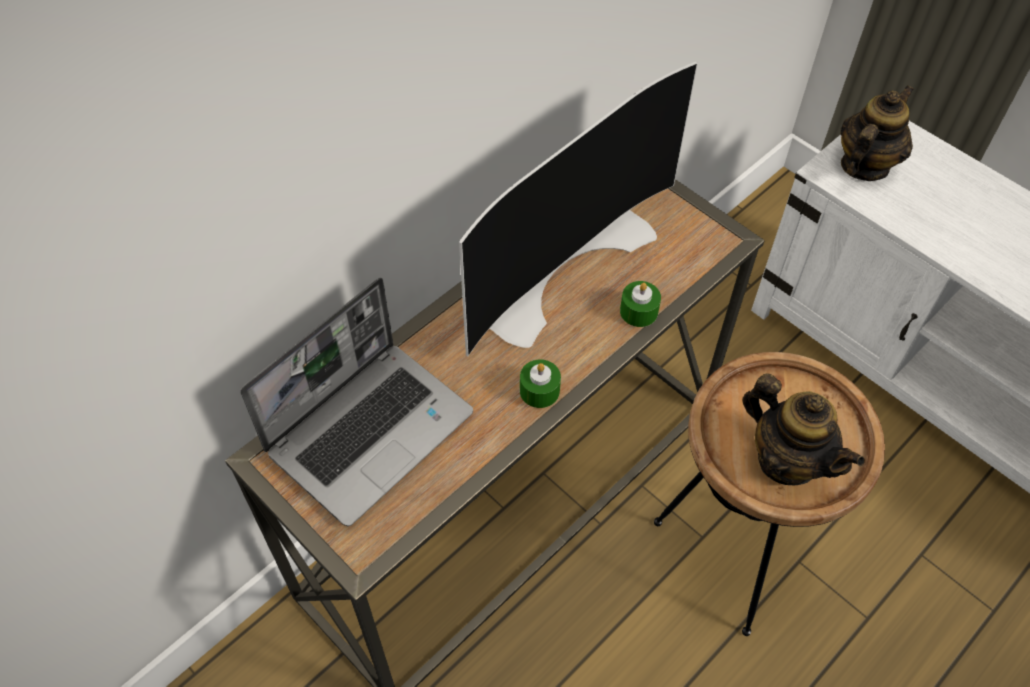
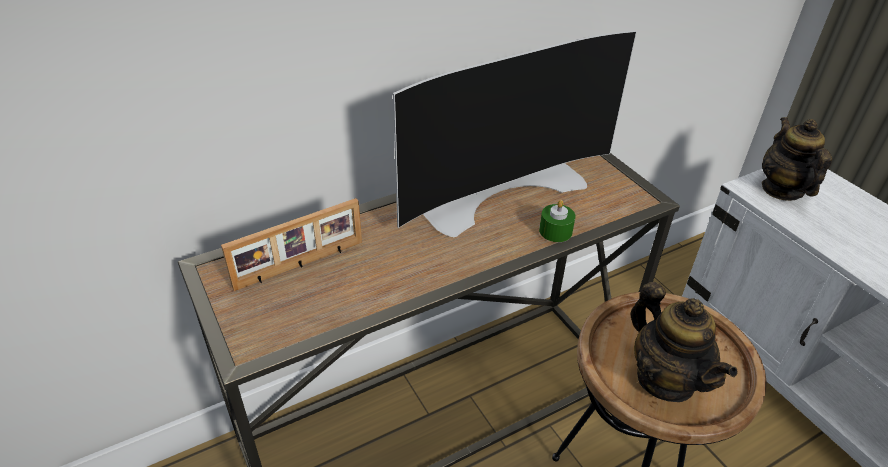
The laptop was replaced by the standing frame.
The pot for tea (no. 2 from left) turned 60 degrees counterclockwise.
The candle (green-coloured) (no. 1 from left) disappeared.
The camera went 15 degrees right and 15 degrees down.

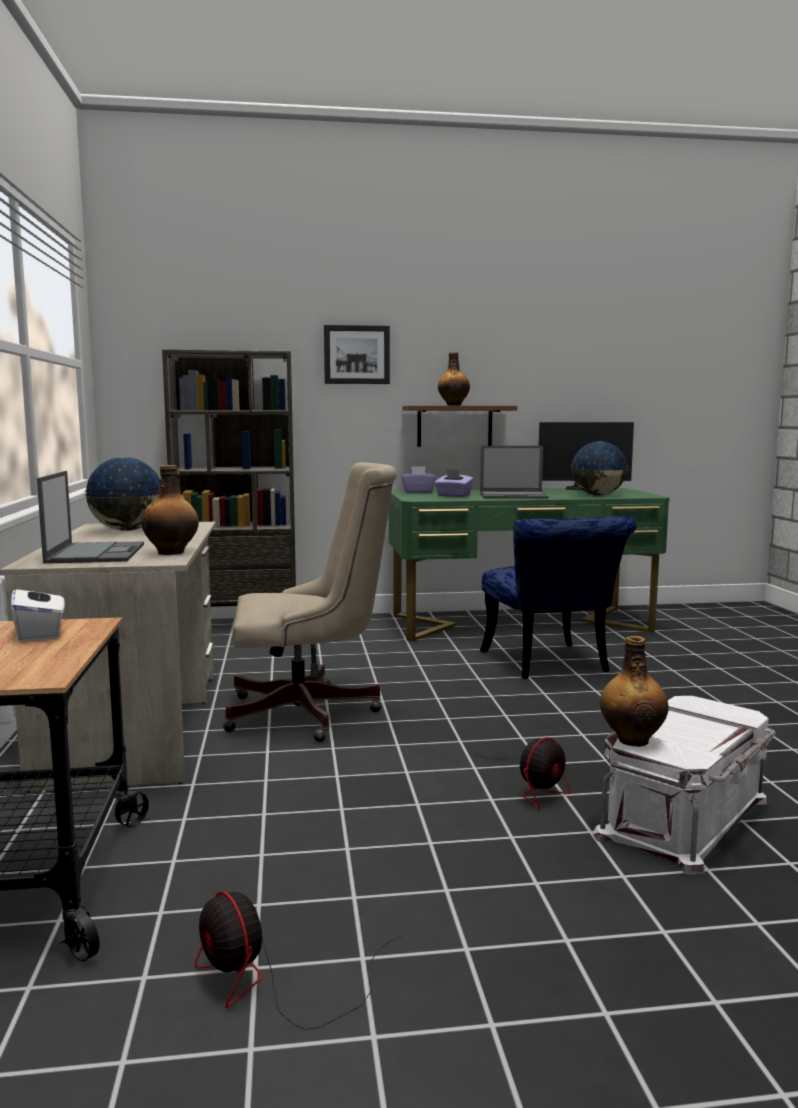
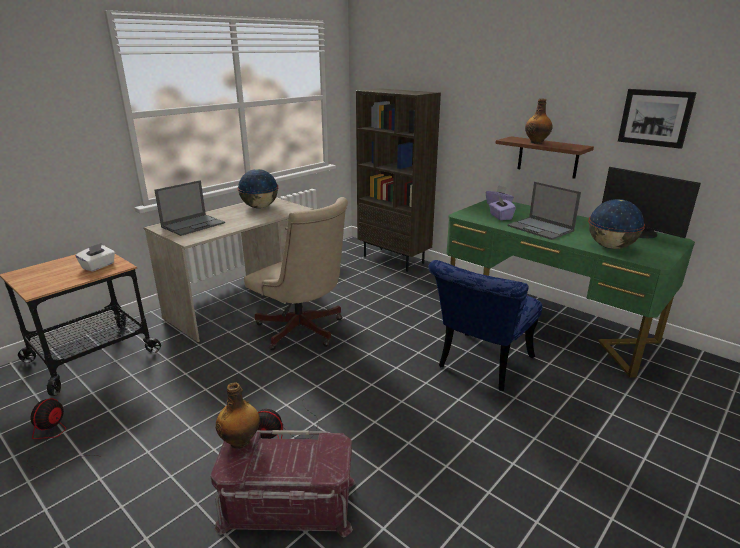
The storage bin (white) became the storage bin (red-coloured).
The wall picture moved.
The beverage bottle (no. 1 from left) disappeared.
The camera went 50 degrees right and 15 degrees up.

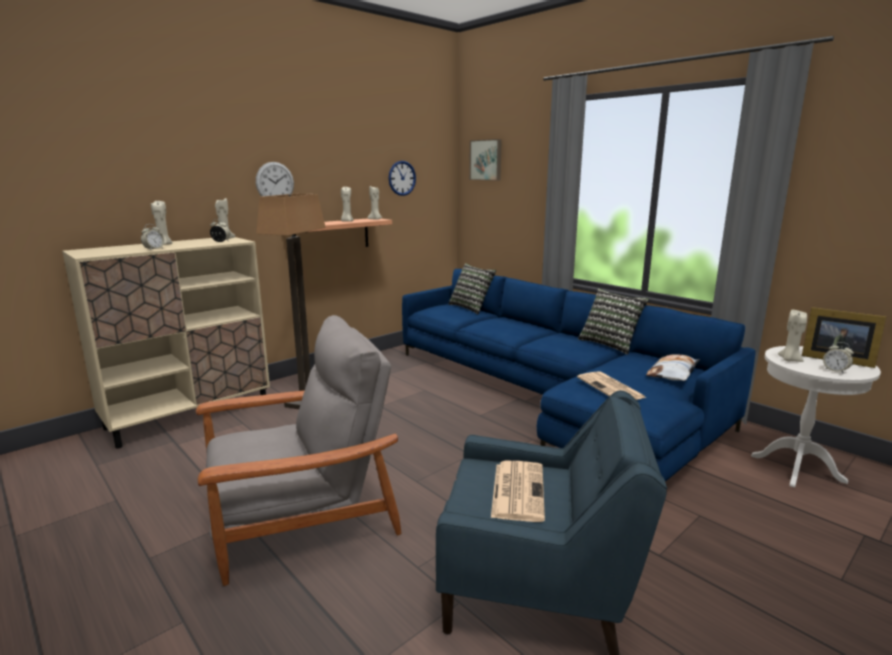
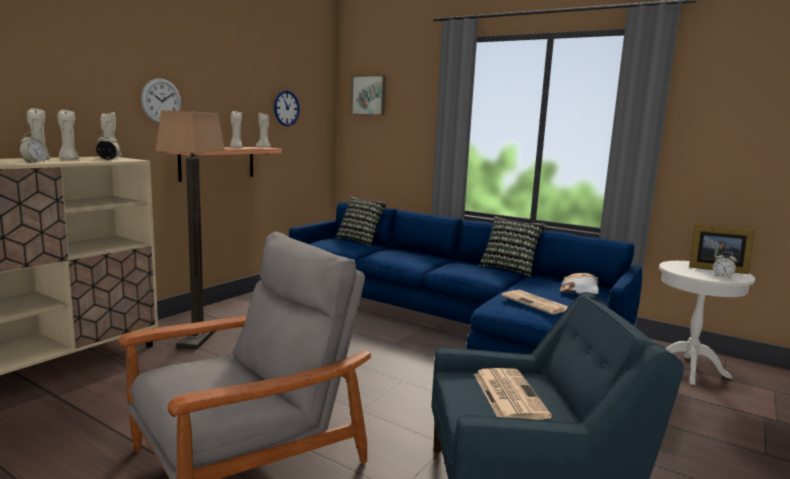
The candle (beige) (no. 5 from left in the first image) moved.
The camera went 15 degrees left and 5 degrees down.

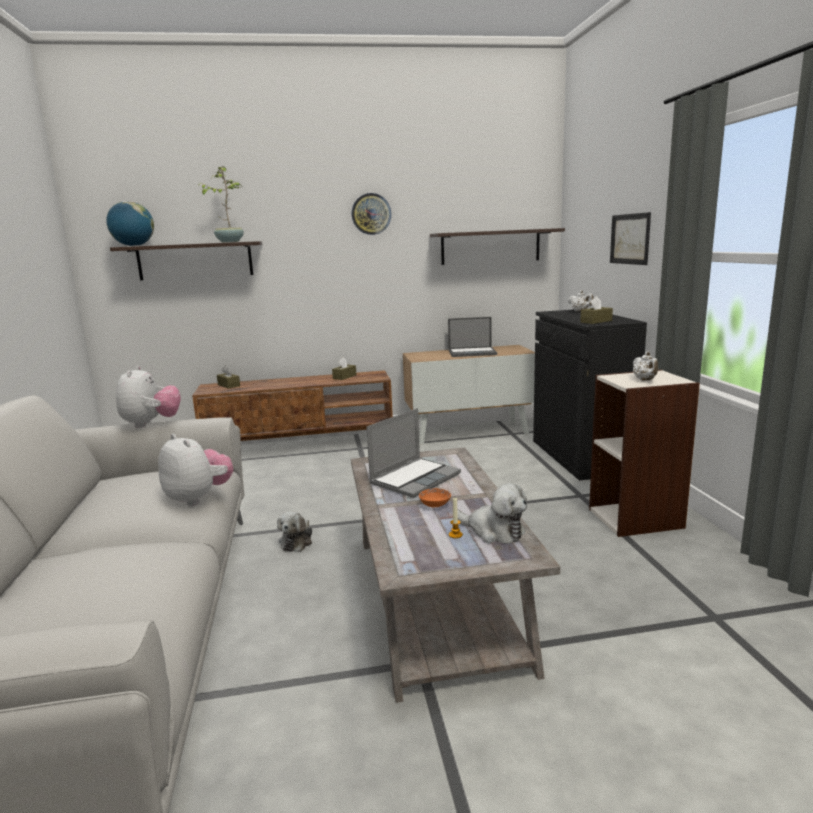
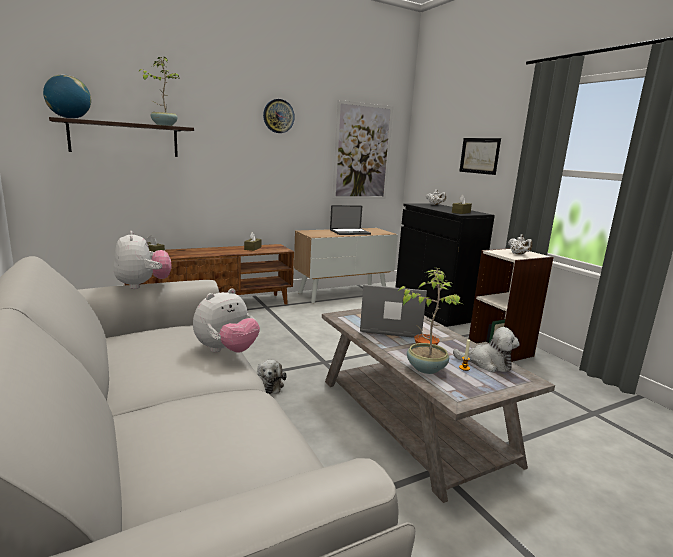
The soft toy (no. 2 from left) turned 105 degrees clockwise.
The shelf (no. 2 from left) was replaced by the wall picture (no. 1 from left).
The laptop (no. 1 from left in the first image) turned 105 degrees counterclockwise.
The houseplant (no. 2 from left) appeared.
The camera went 20 degrees left and 0 degrees up.

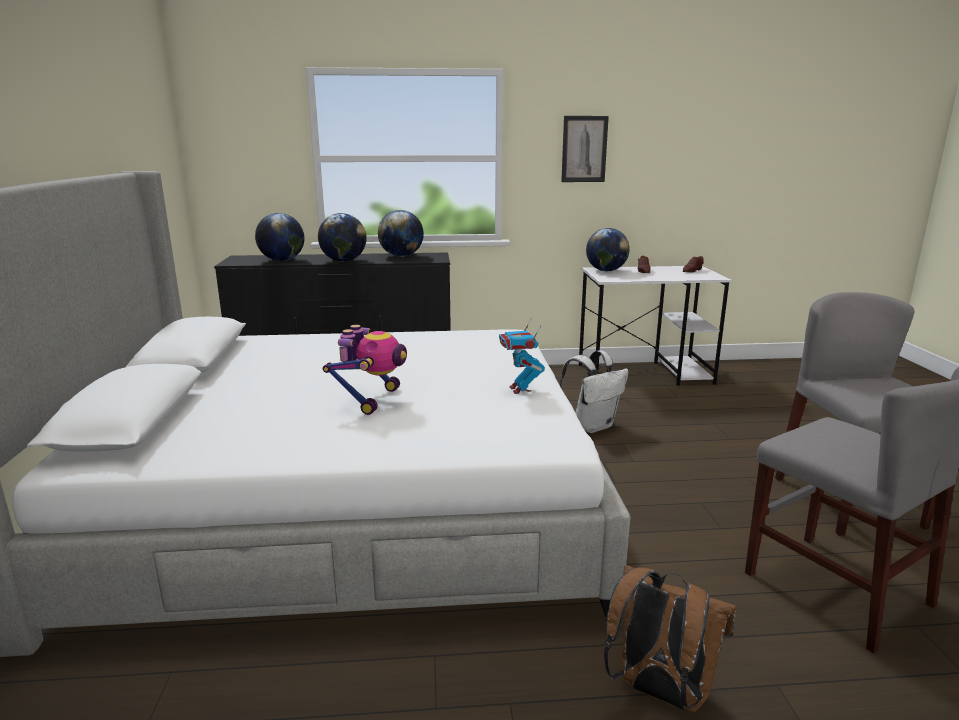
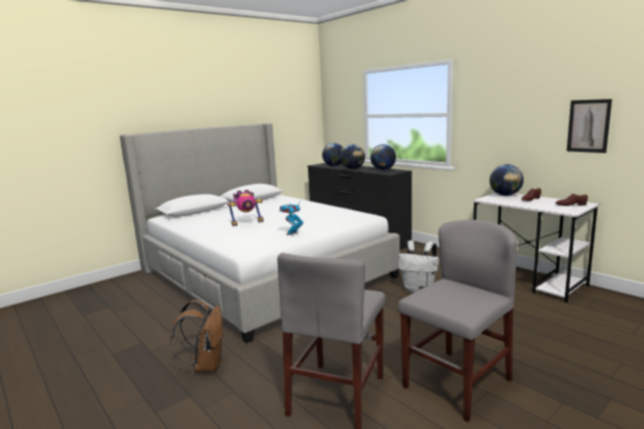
The wall picture moved.
The camera went 55 degrees right and 5 degrees down.

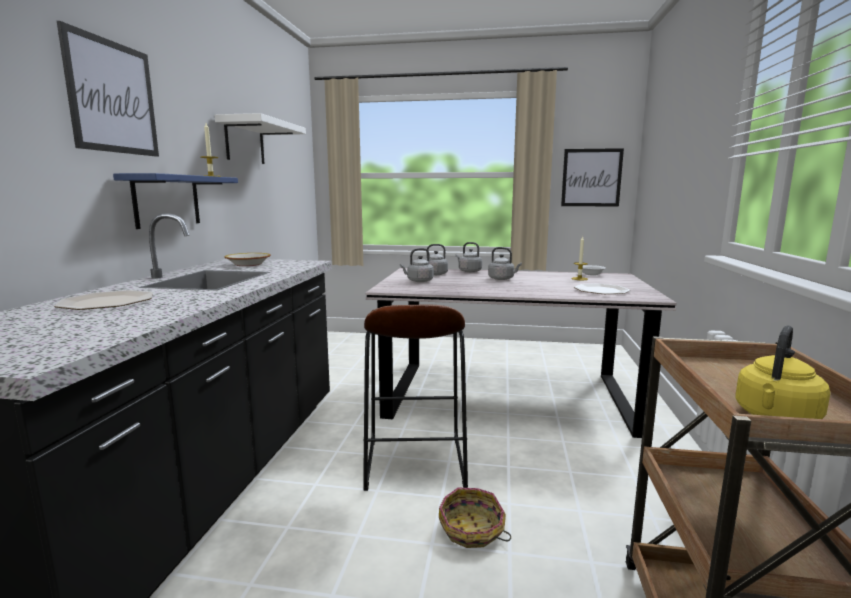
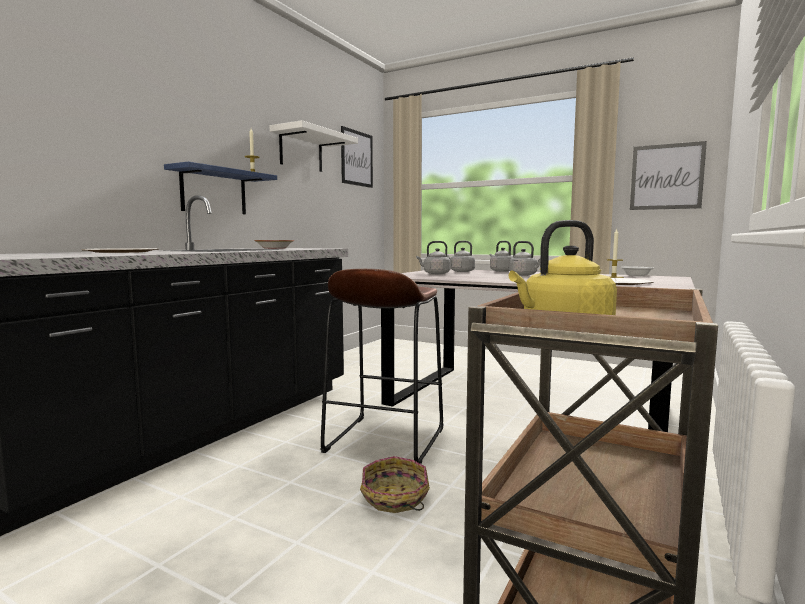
The wall picture (no. 1 from left) moved.
The camera went 20 degrees right and 5 degrees down.

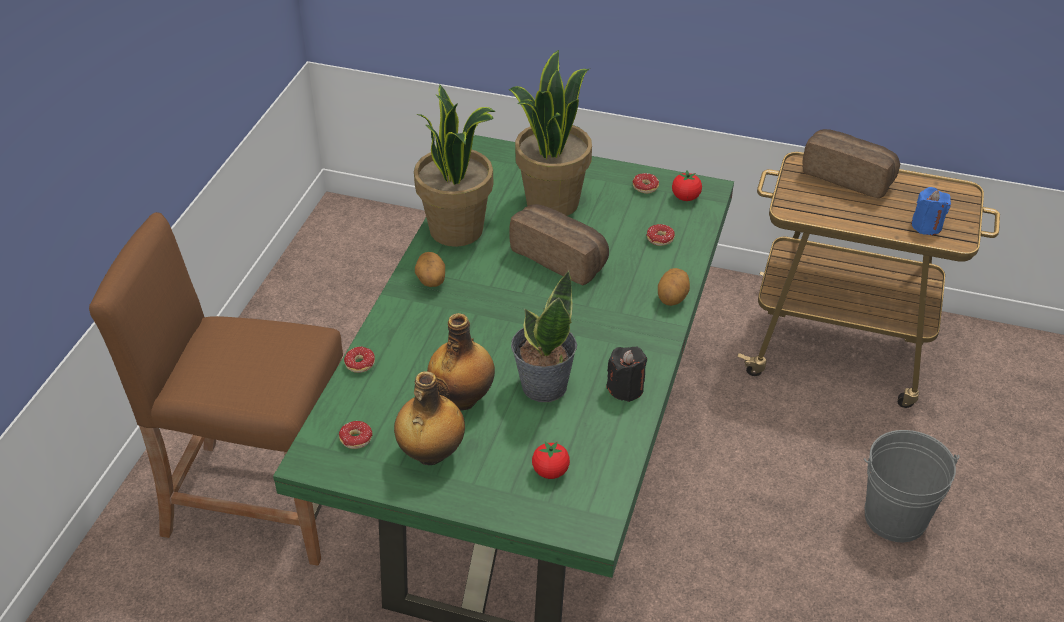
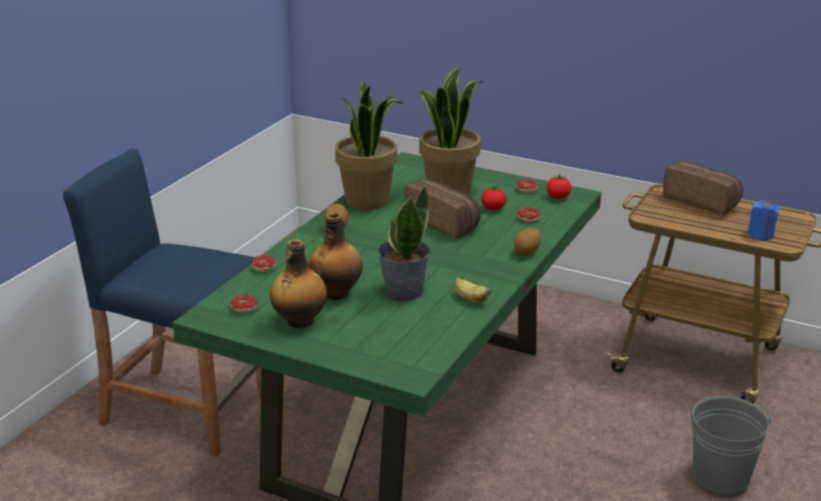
The stool (brown-coloured) became the stool (blue-coloured).
The candle (blackish) was replaced by the banana.
The fresh tomato (no. 1 from left) moved.
The camera went 10 degrees right and 15 degrees down.

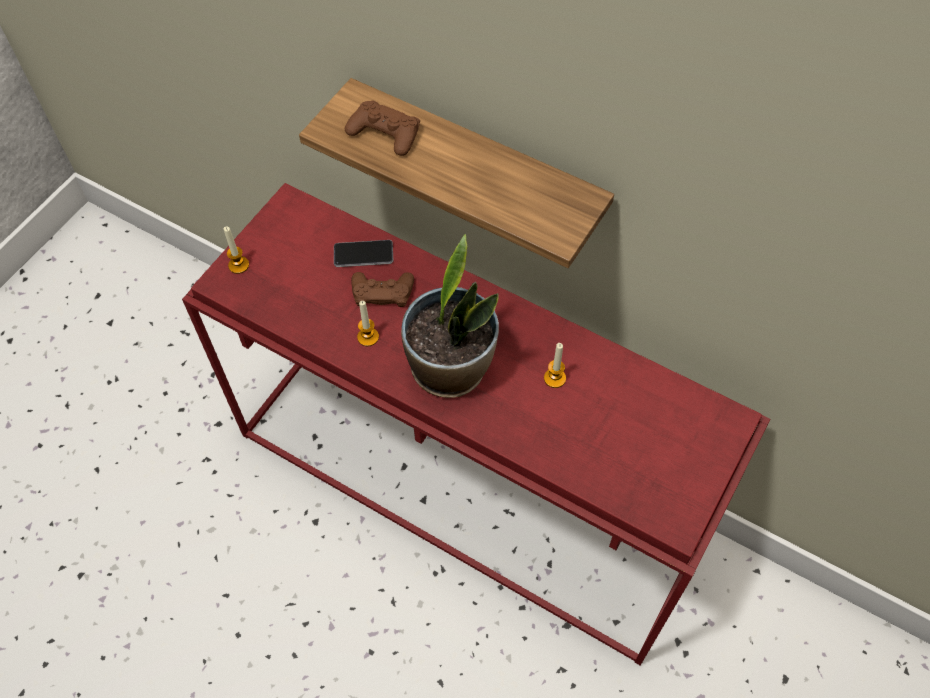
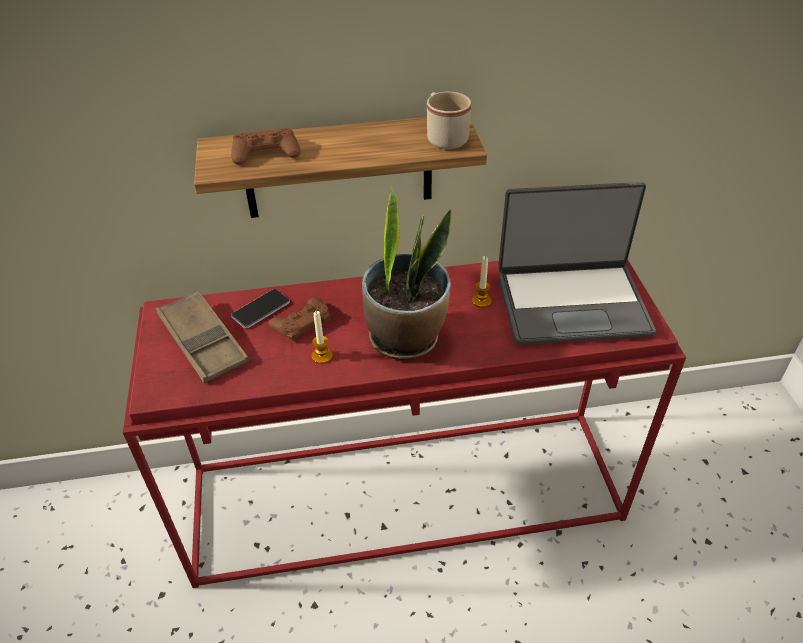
The tray (brown-coloured) appeared.
The mug (beige) appeared.
The laptop appeared.
The candle (no. 1 from left) disappeared.
The camera went 40 degrees left and 15 degrees down.

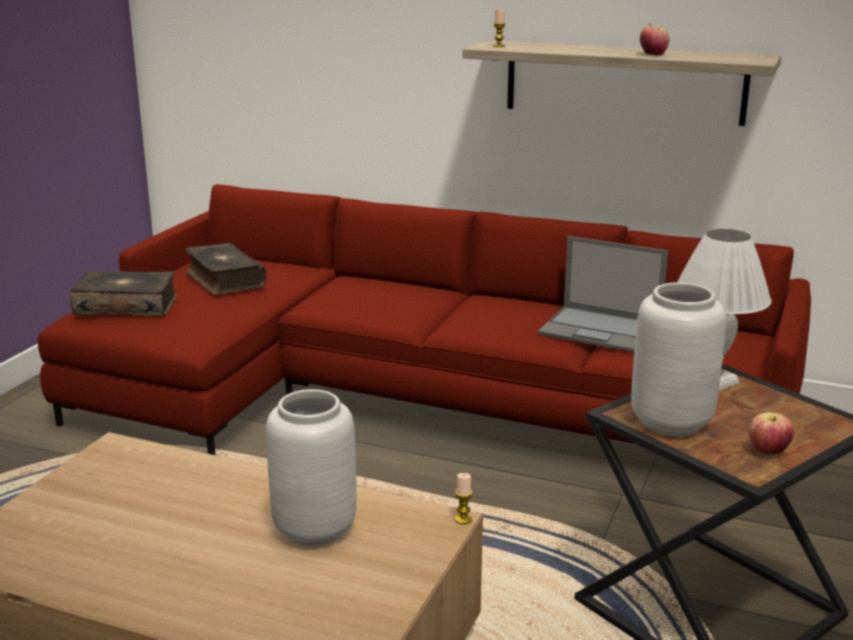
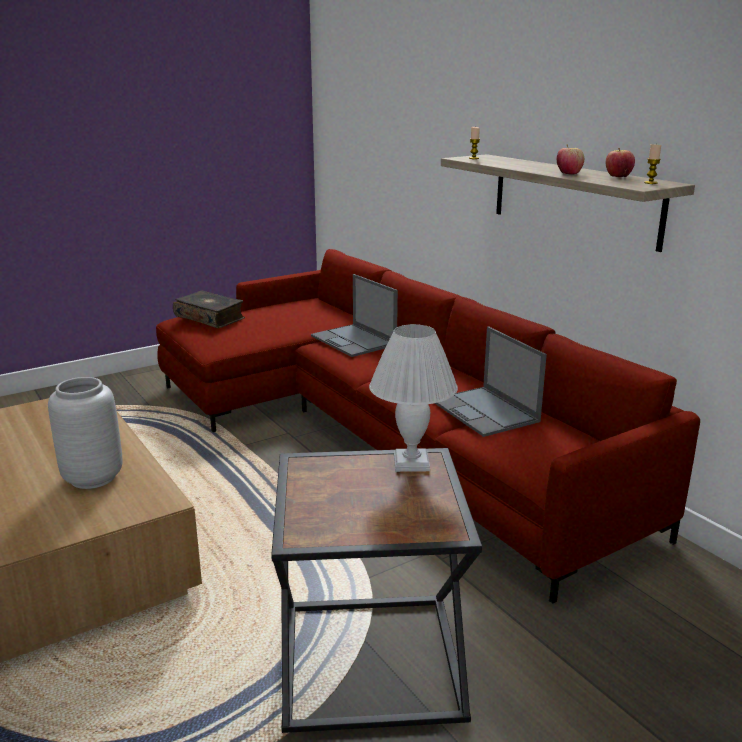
The laptop (no. 1 from left) appeared.
The apple fruit (no. 2 from left) moved.
The candle (no. 1 from left in the first image) moved.
The bound book (no. 2 from left) disappeared.
The flower vase (grey) (no. 2 from left) disappeared.
The camera went 35 degrees right and 0 degrees up.

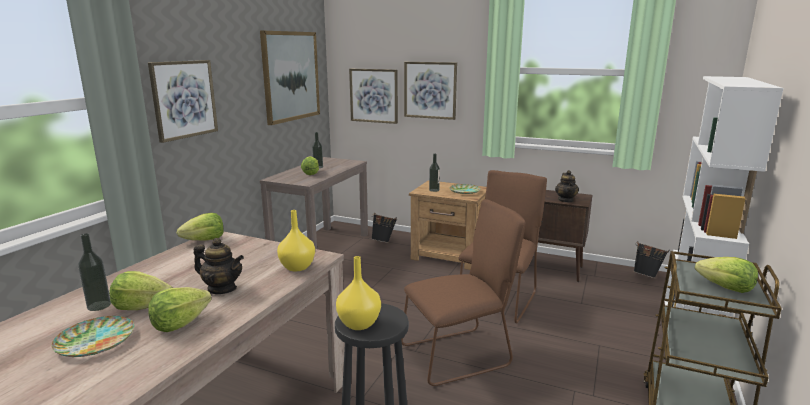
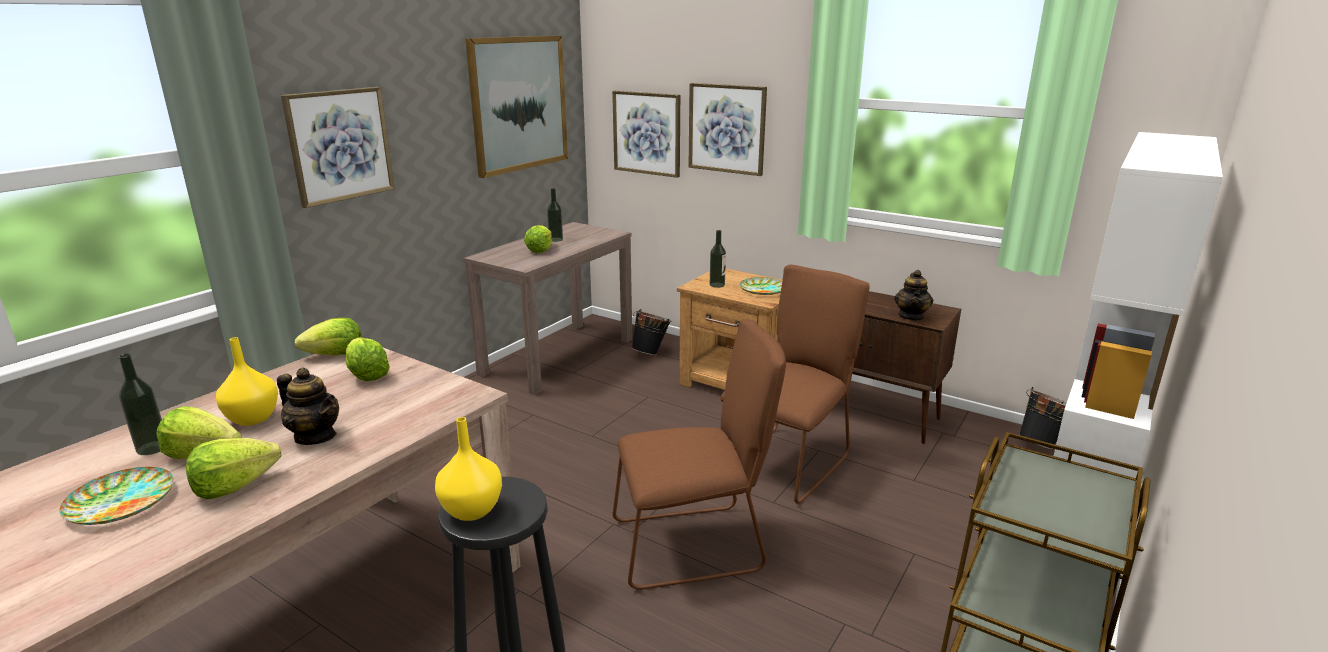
The flower vase (yellow) (no. 1 from left) moved.
The head of lettuce (no. 5 from left in the first image) moved.
The camera went 10 degrees right and 5 degrees up.

